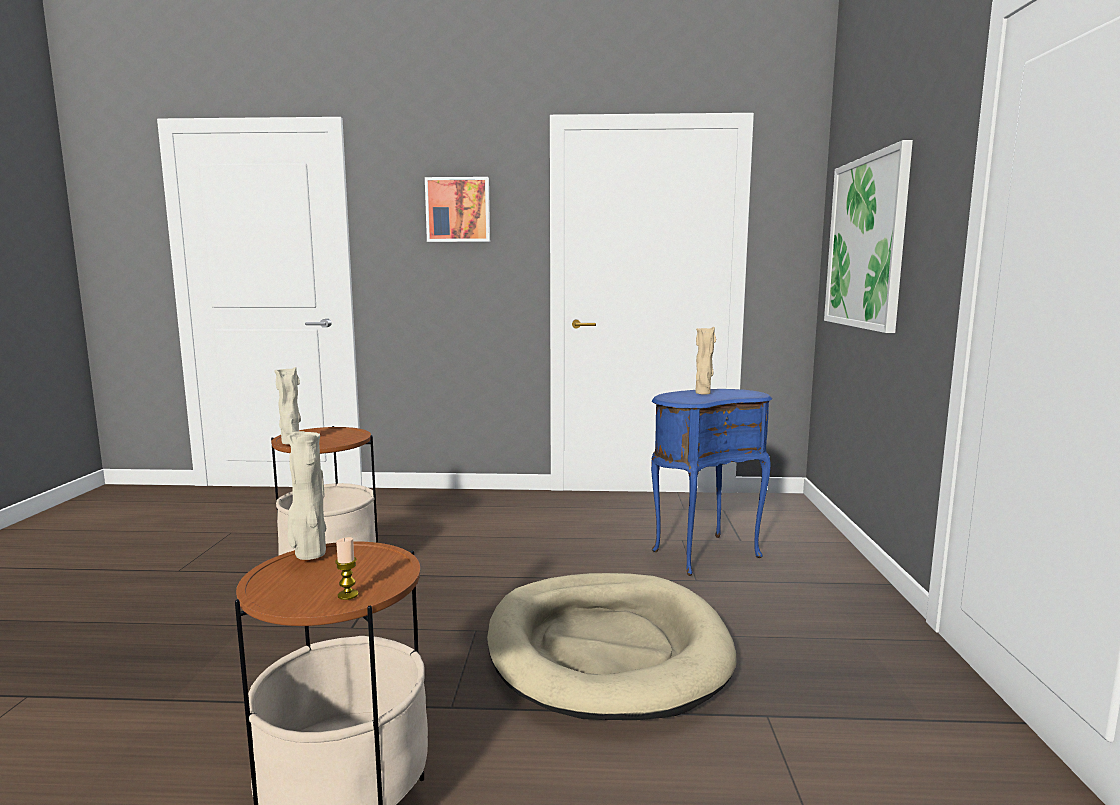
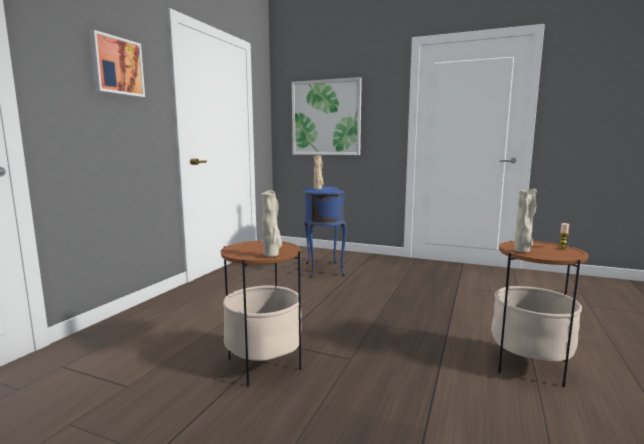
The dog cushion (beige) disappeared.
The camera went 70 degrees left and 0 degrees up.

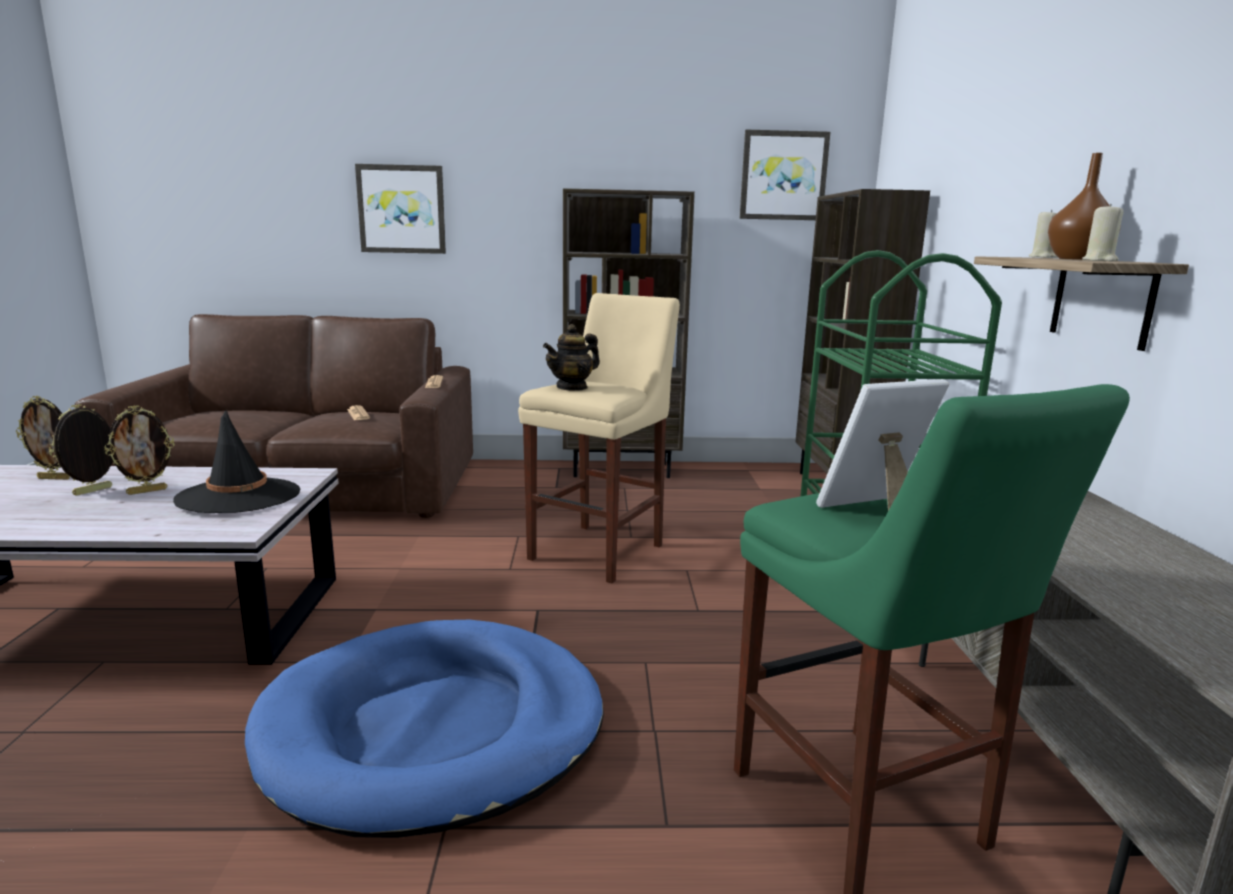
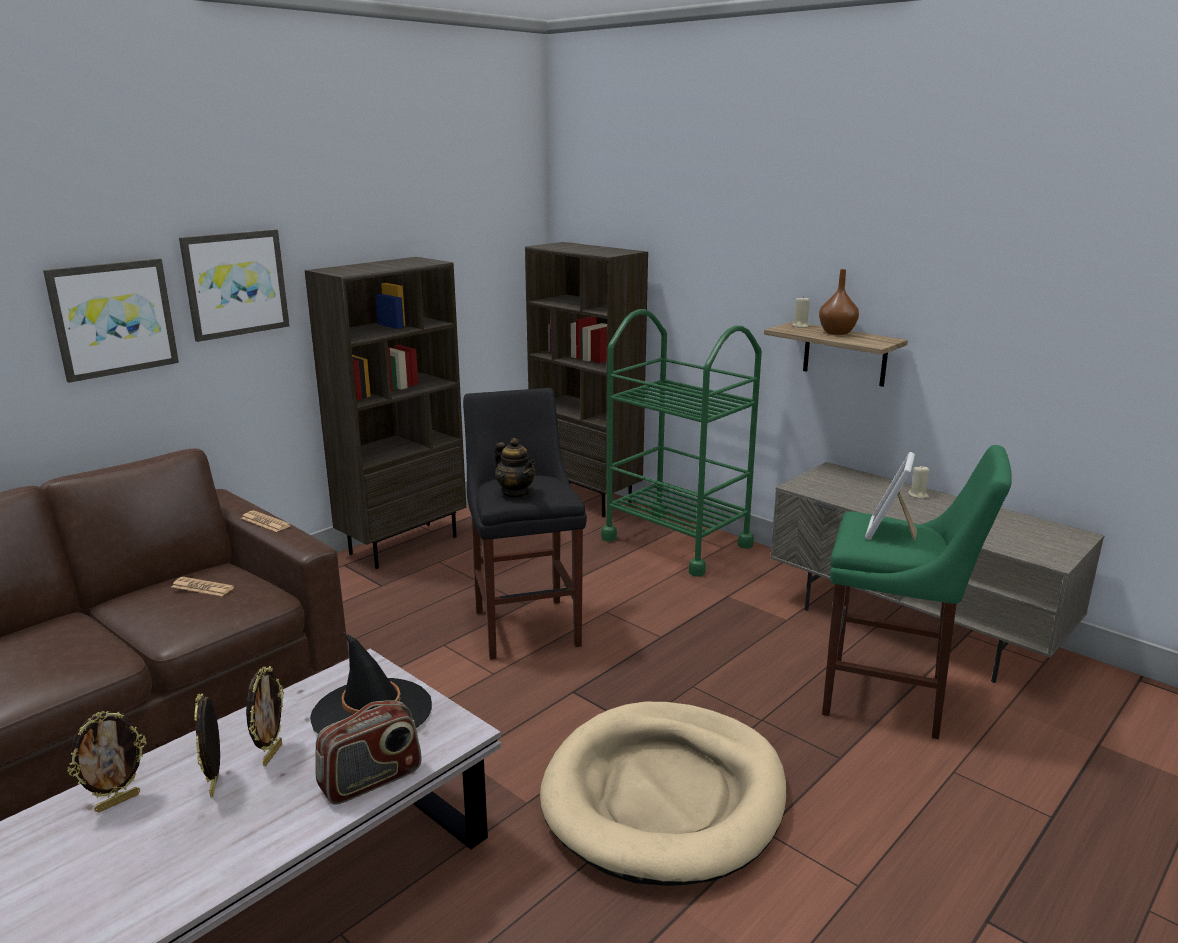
The wall picture (no. 2 from left) moved.
The radio appeared.
The stool (beige) became the stool (blackish).
The pot for tea turned 45 degrees counterclockwise.
The dog cushion (blue-coloured) became the dog cushion (beige).
The candle (beige) (no. 2 from left) moved.
The camera went 45 degrees left and 5 degrees up.

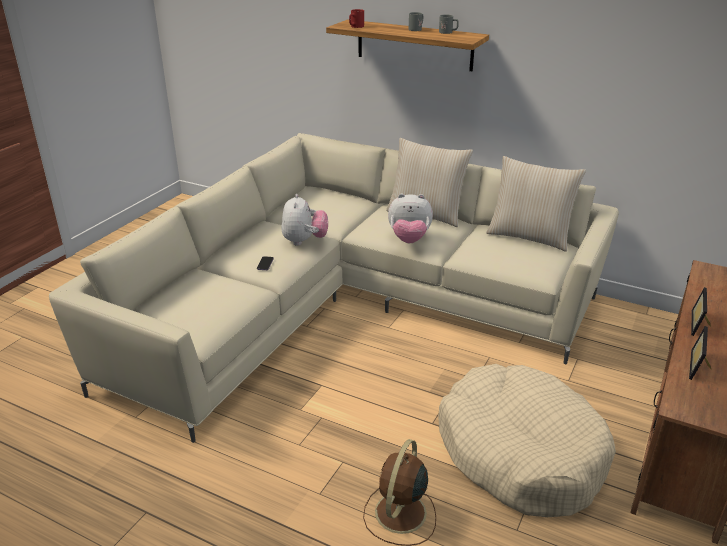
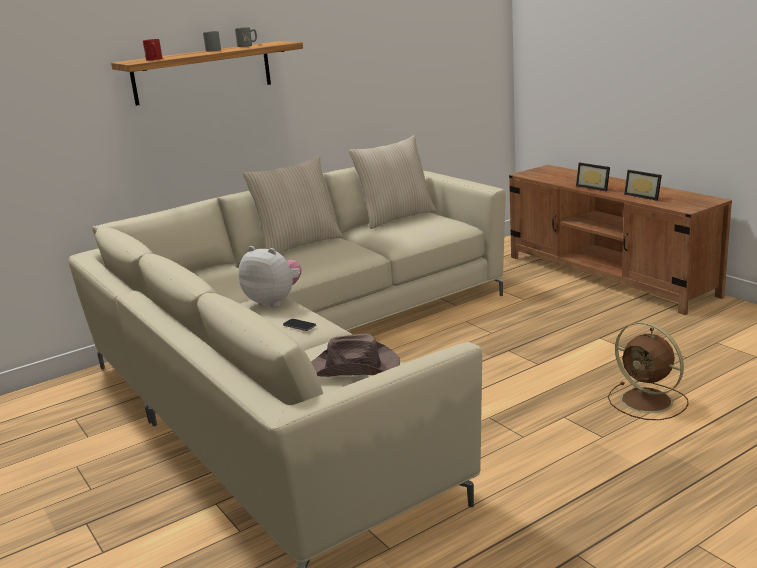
The clothing hat (brown-coloured) appeared.
The soft toy (no. 2 from left) disappeared.
The dog cushion (beige) disappeared.
The camera went 60 degrees left and 10 degrees down.

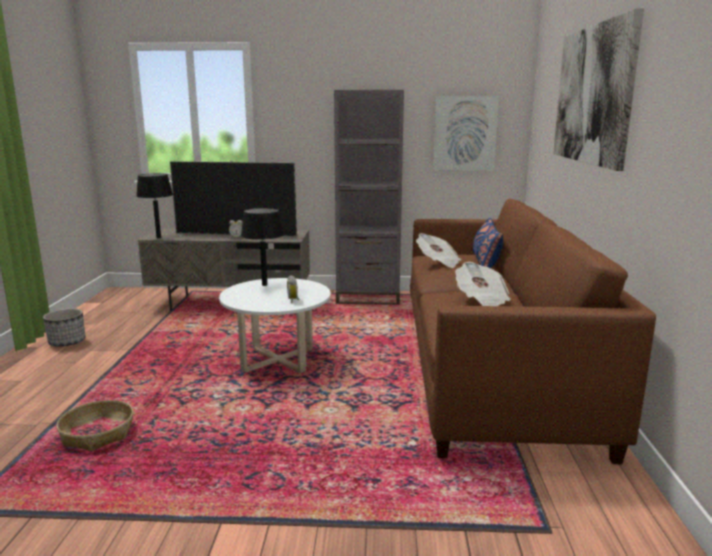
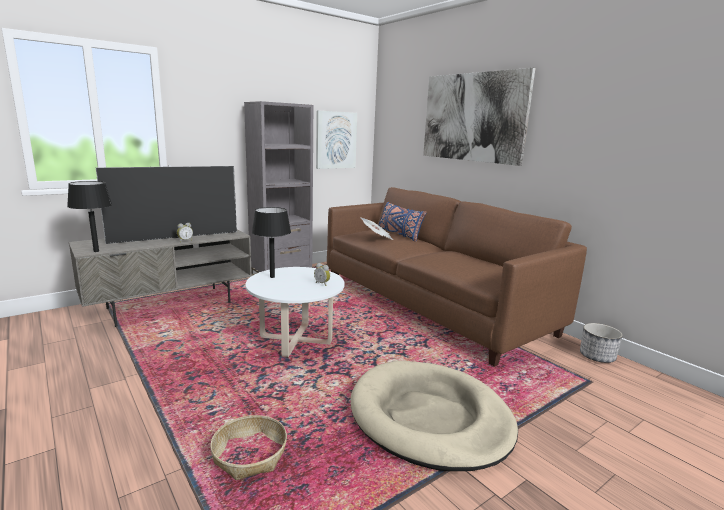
The dog cushion (beige) appeared.
The flower pot moved.
The daily paper (no. 2 from left) disappeared.
The camera went 40 degrees left and 0 degrees up.

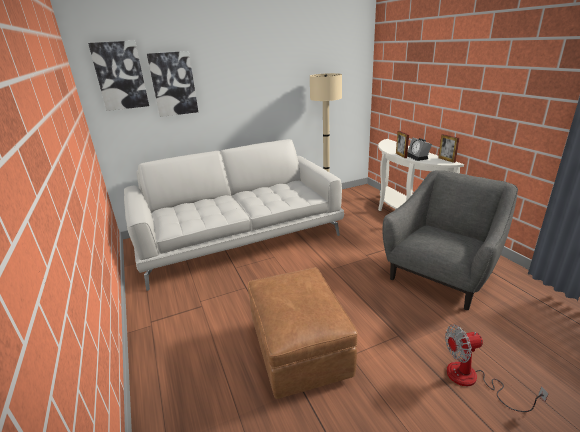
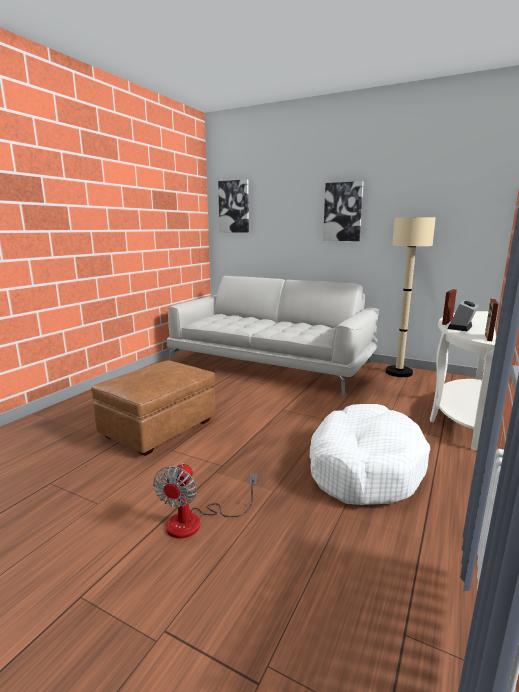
The fan turned 120 degrees counterclockwise.
The armchair (grey) was replaced by the dog cushion (white).
The wall picture (no. 2 from left) moved.
The camera went 50 degrees right and 10 degrees down.

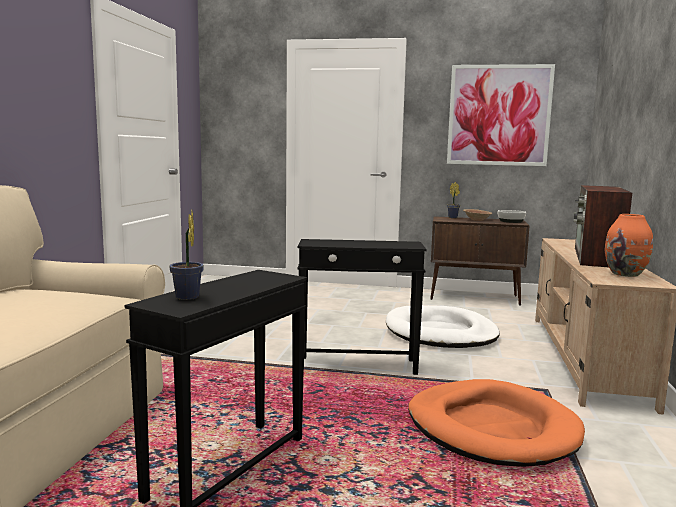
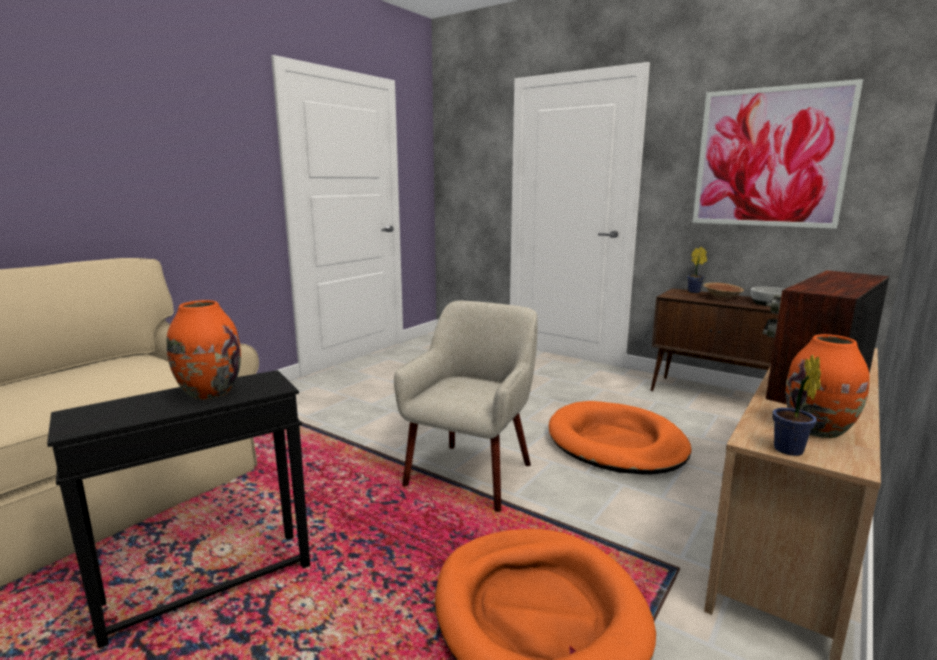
The flower vase (orange-coloured) (no. 1 from left) appeared.
The accent table (blackish) (no. 2 from left) was replaced by the armchair (beige).
The dog cushion (white) became the dog cushion (orange-coloured) (no. 2 from left).
The houseplant (no. 1 from left in the first image) moved.
The camera went 25 degrees right and 5 degrees up.

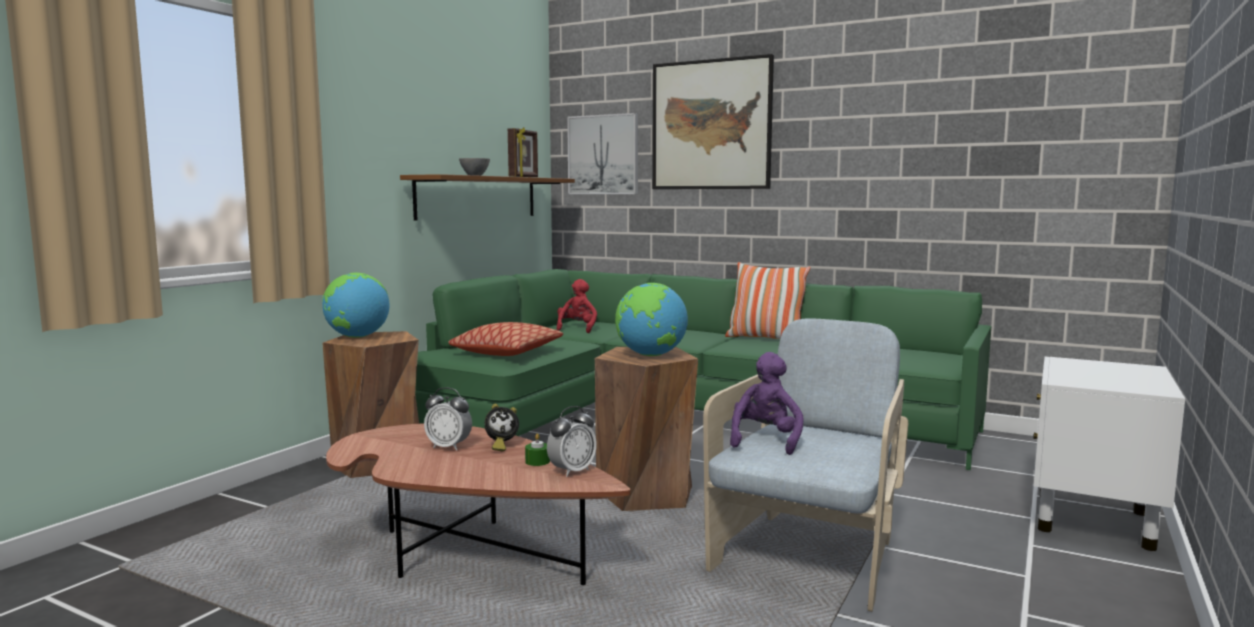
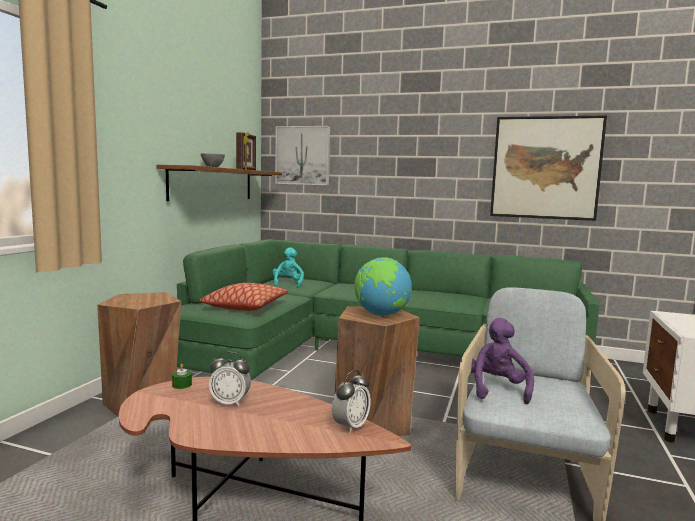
The candle (green-coloured) moved.
The soft toy (red-coloured) became the soft toy (turquoise).
The wall picture (no. 2 from left) moved.
The world globe (no. 1 from left) disappeared.
The alarm clock (no. 2 from left) disappeared.
The pillow (no. 2 from left) disappeared.
The camera went 10 degrees left and 0 degrees up.

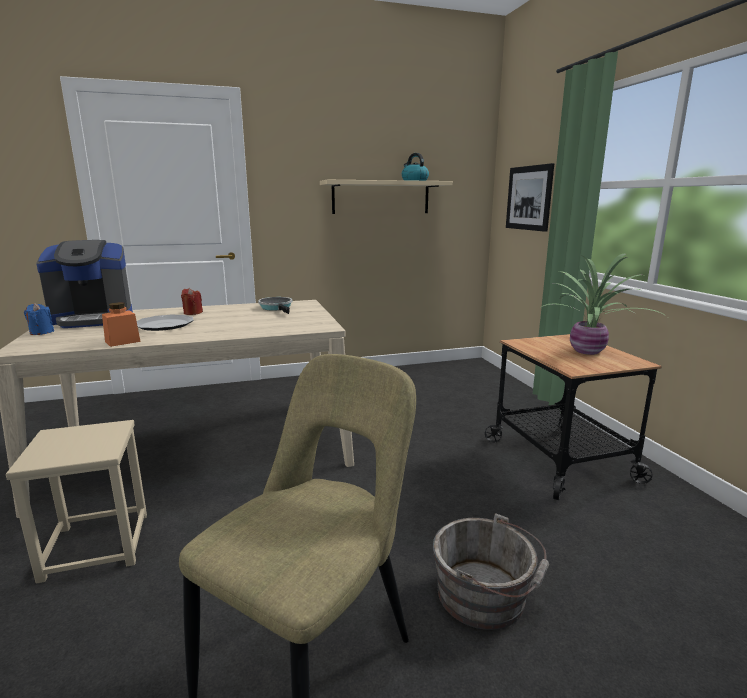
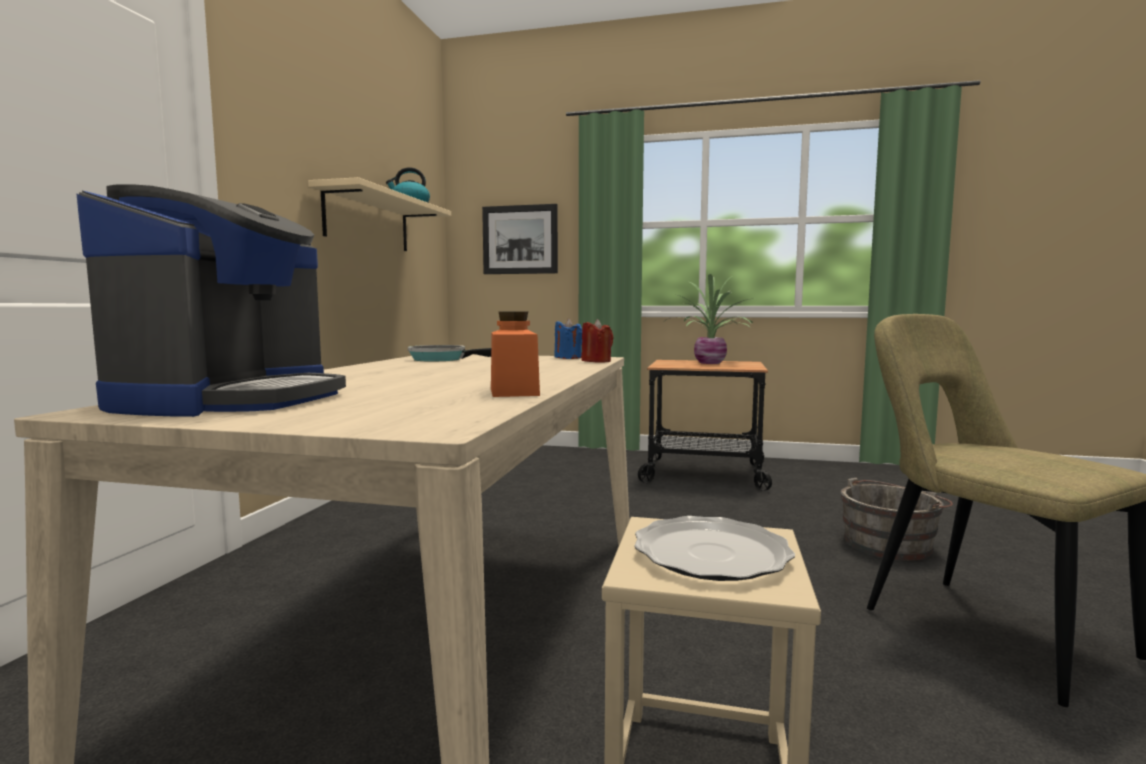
The candle (blue-coloured) moved.
The candle (red-coloured) moved.
The plate moved.
The camera went 60 degrees left and 10 degrees down.

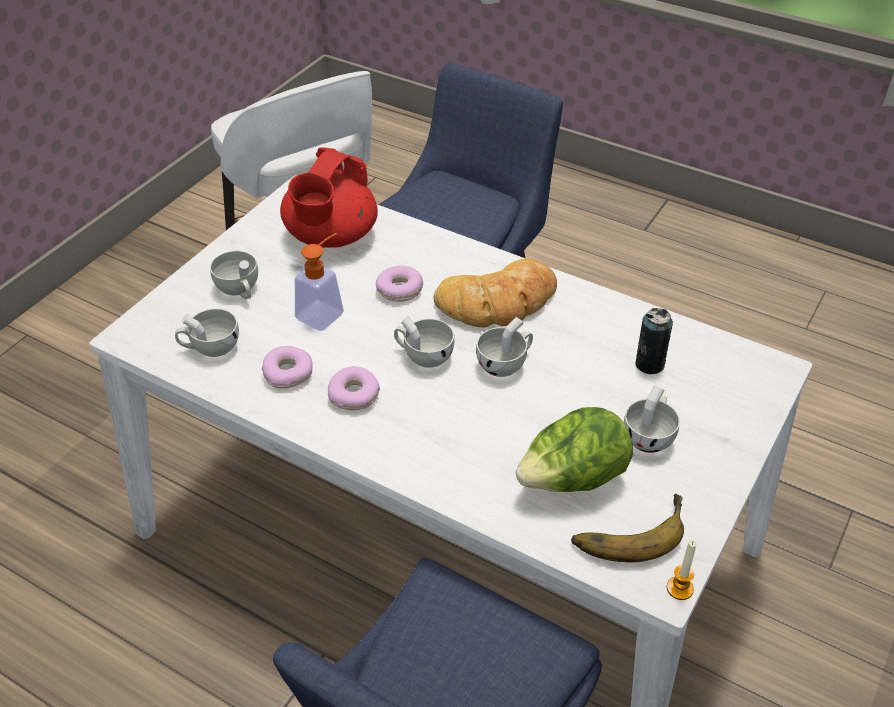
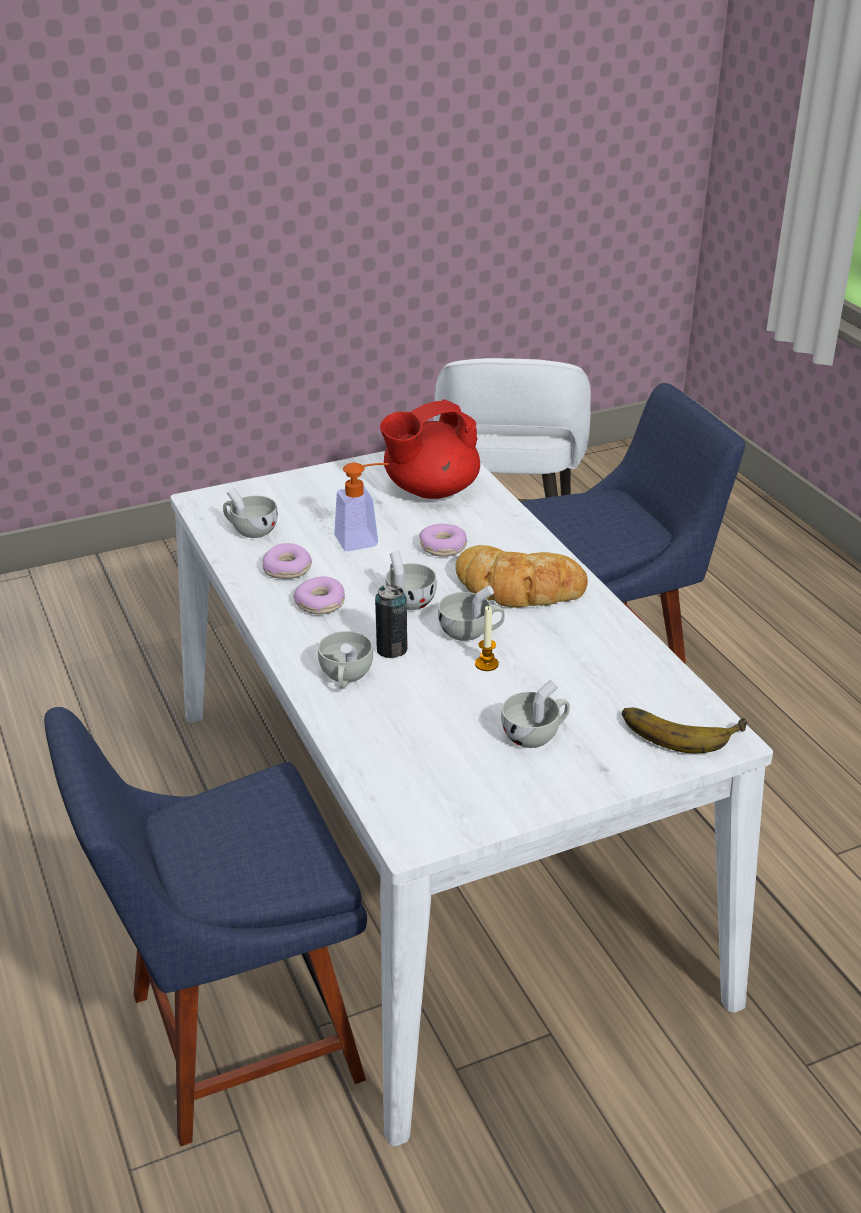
The drinking cup (white) (no. 2 from left) moved.
The can moved.
The candle moved.
The banana moved.
The head of lettuce disappeared.
The camera went 35 degrees right and 10 degrees down.

